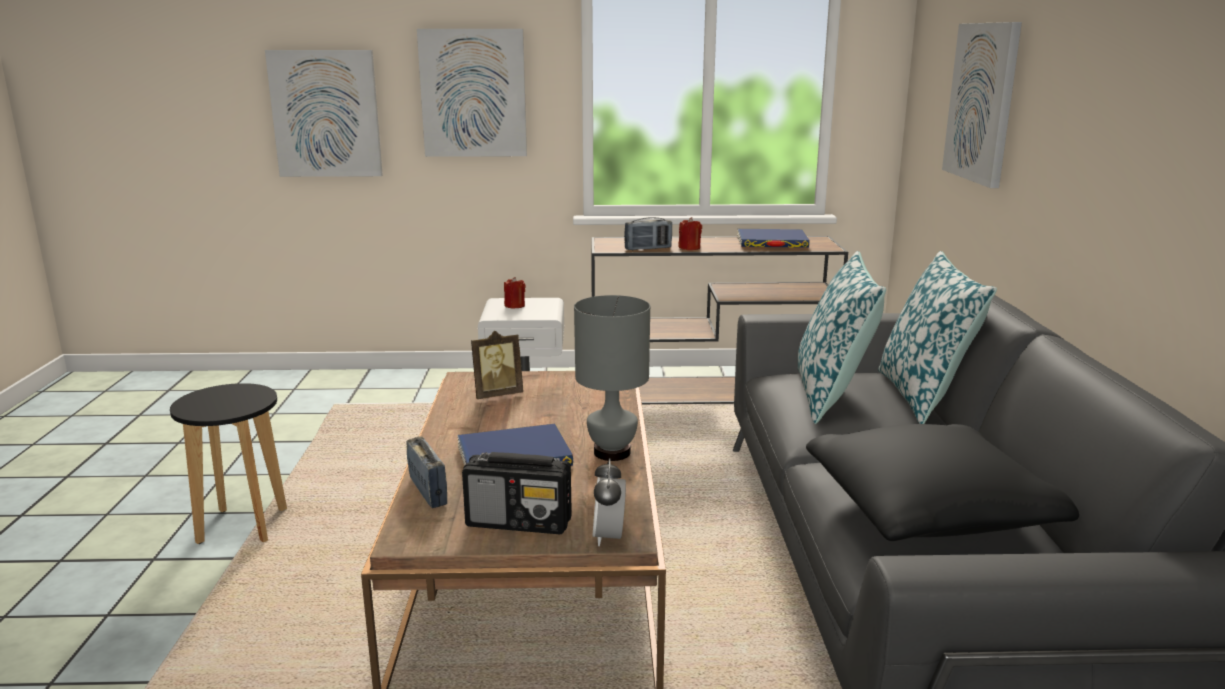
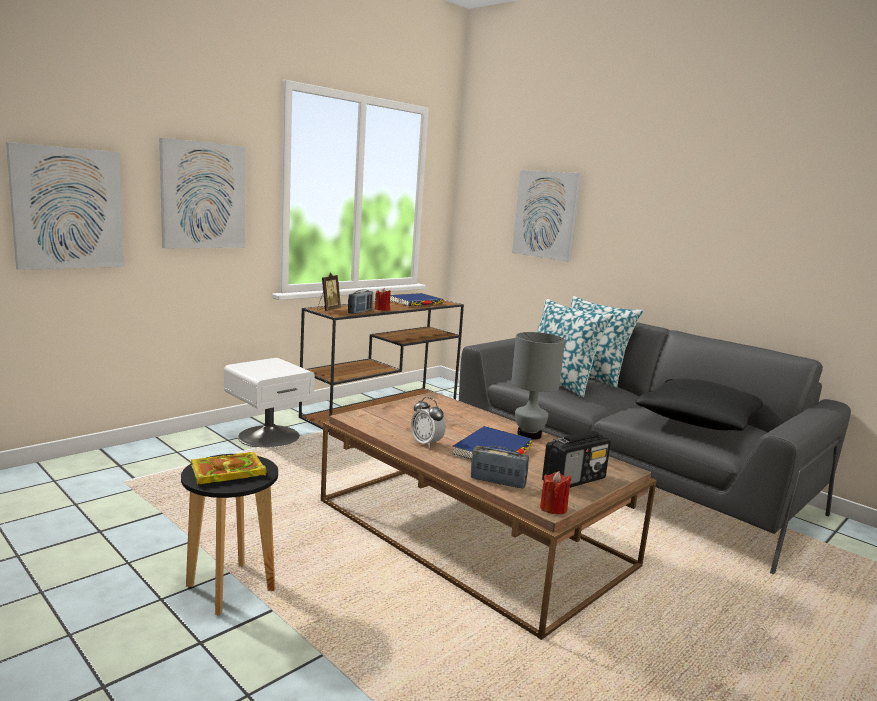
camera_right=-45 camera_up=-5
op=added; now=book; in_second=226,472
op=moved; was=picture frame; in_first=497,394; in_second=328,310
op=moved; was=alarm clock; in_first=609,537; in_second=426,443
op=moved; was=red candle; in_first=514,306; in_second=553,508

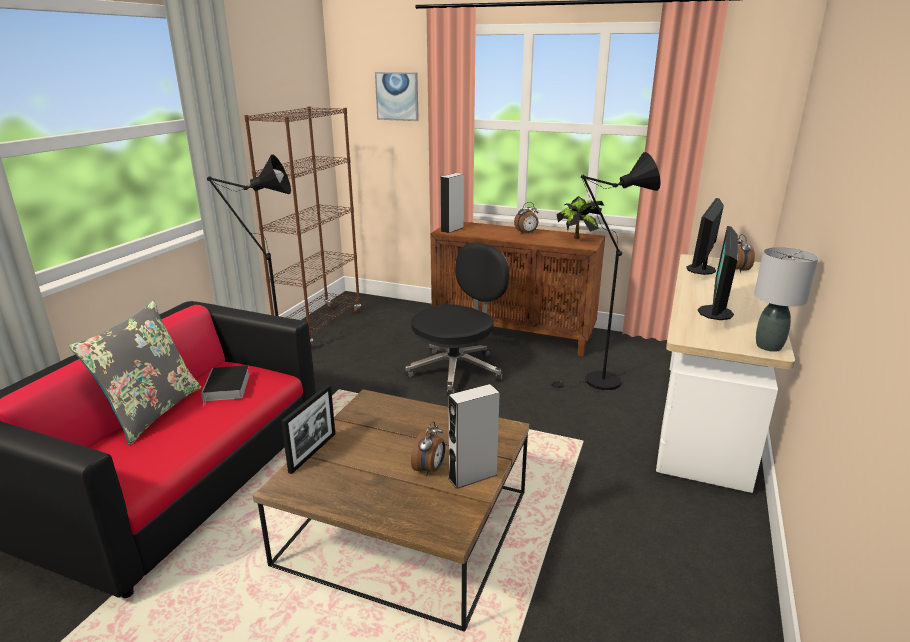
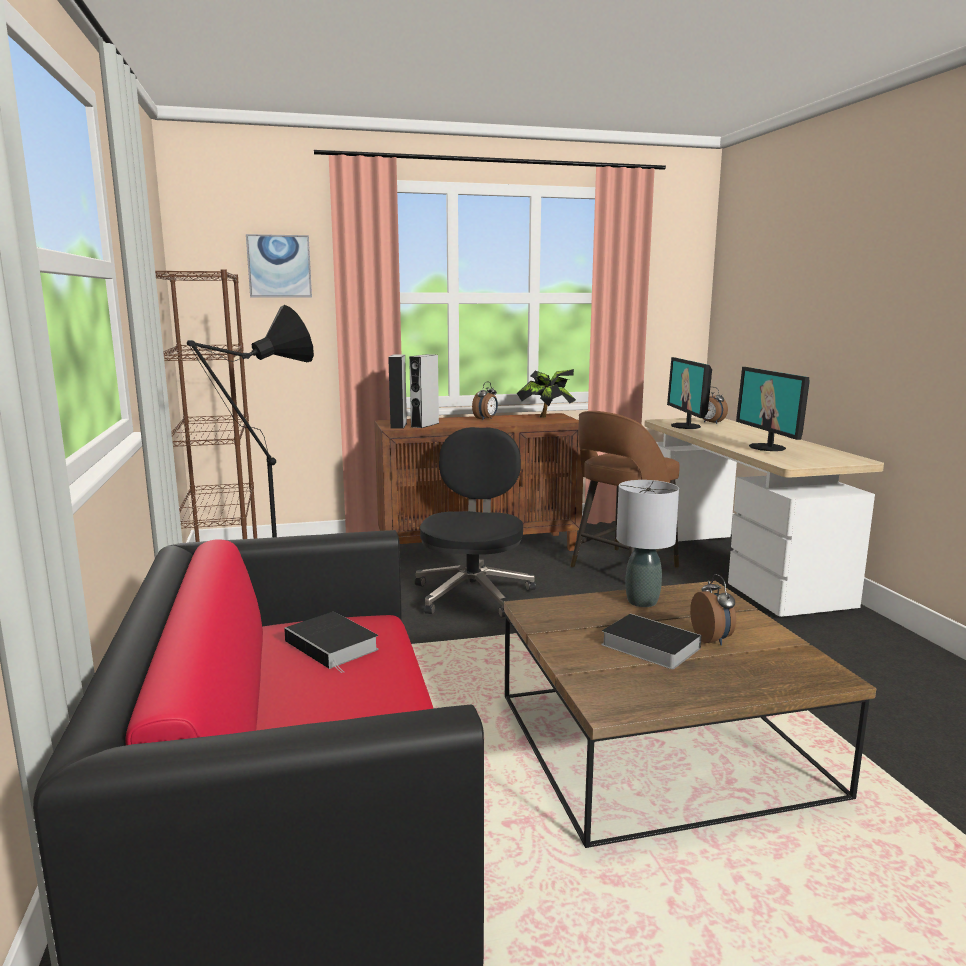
camera_right=-35 camera_up=-10
op=moved; was=grey speaker; in_first=472,476; in_second=425,425
op=replaced; was=black floor lamp; now=brown stool; in_first=596,382; in_second=621,567
op=added; now=book; in_second=647,646
op=moved; was=grey table lamp; in_first=768,346; in_second=641,602
op=removed; was=grey pillow; in_first=152,412
op=removed; was=picture frame; in_first=313,452

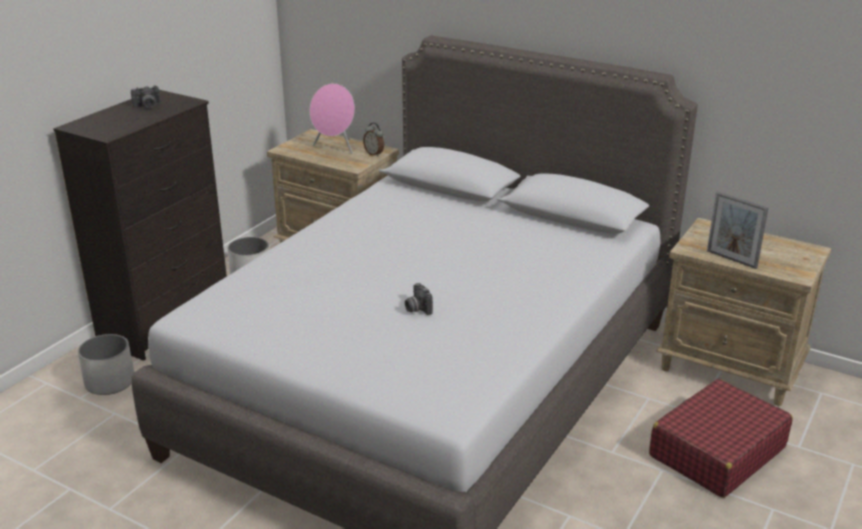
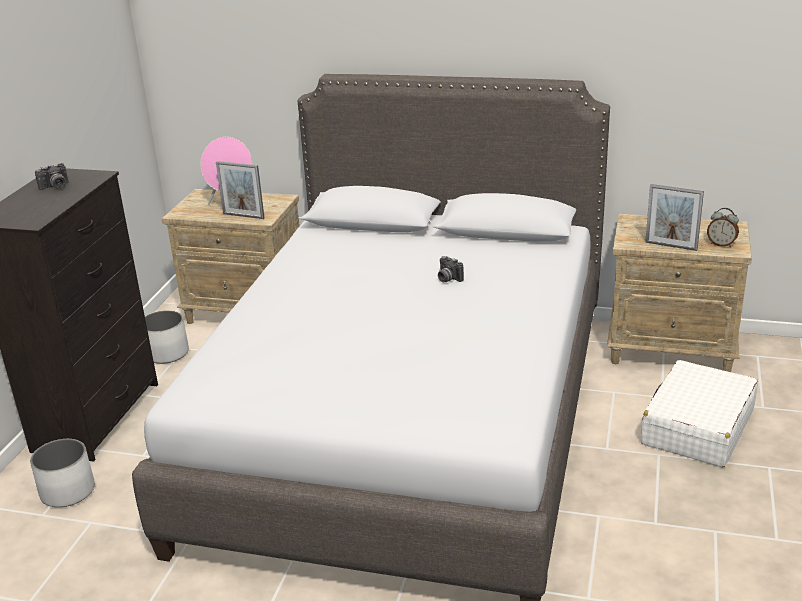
camera_right=-15 camera_up=0
op=added; now=picture frame; in_second=243,216
op=moved; was=photo camera; in_first=417,309; in_second=448,279
op=recoloured; was=red suitcase; now=white suitcase; in_first=716,452; in_second=697,427
op=moved; was=alarm clock; in_first=374,154; in_second=721,244

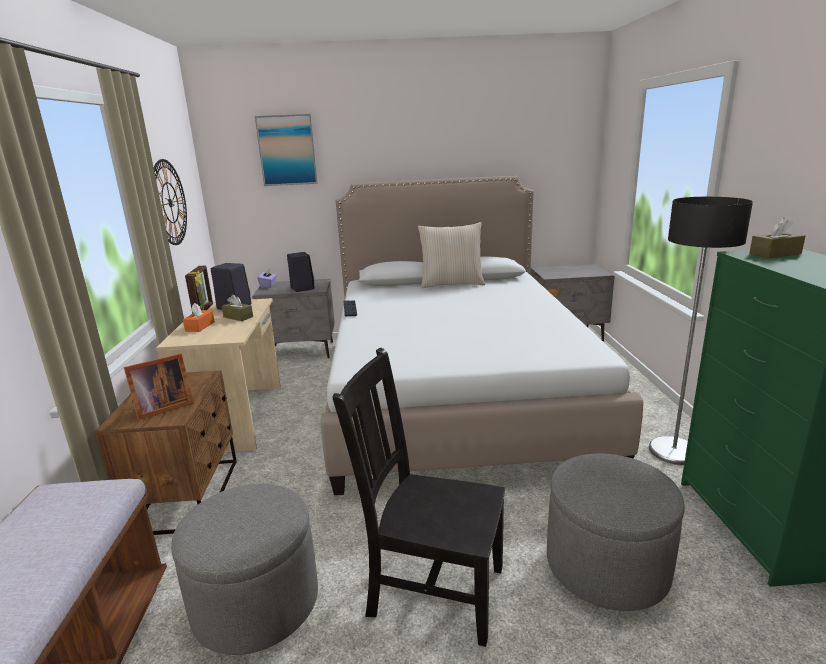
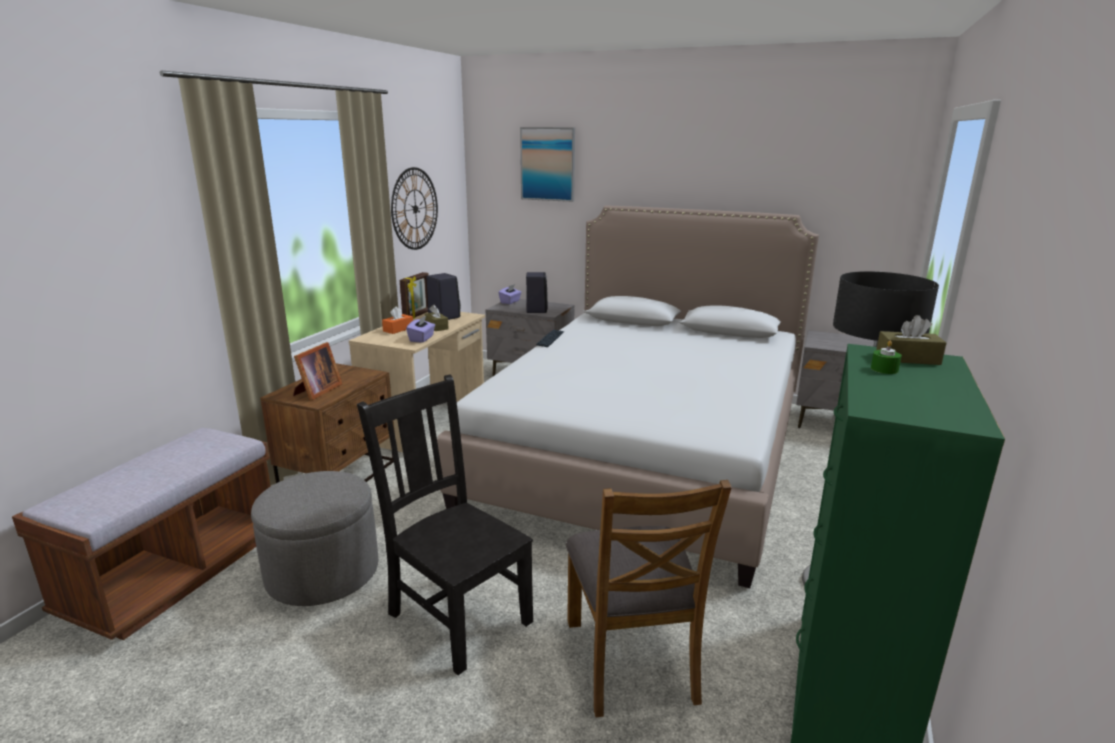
camera_right=25 camera_up=0
op=turned; was=picture frame; in_first=161,408; in_second=317,391; clockwise=-60
op=added; now=purple tissue box; in_second=422,339
op=replaced; was=grey ottoman; now=brown chair; in_first=606,565; in_second=632,659
op=added; now=green candle; in_second=884,369
op=removed; was=beige pillow; in_first=451,284

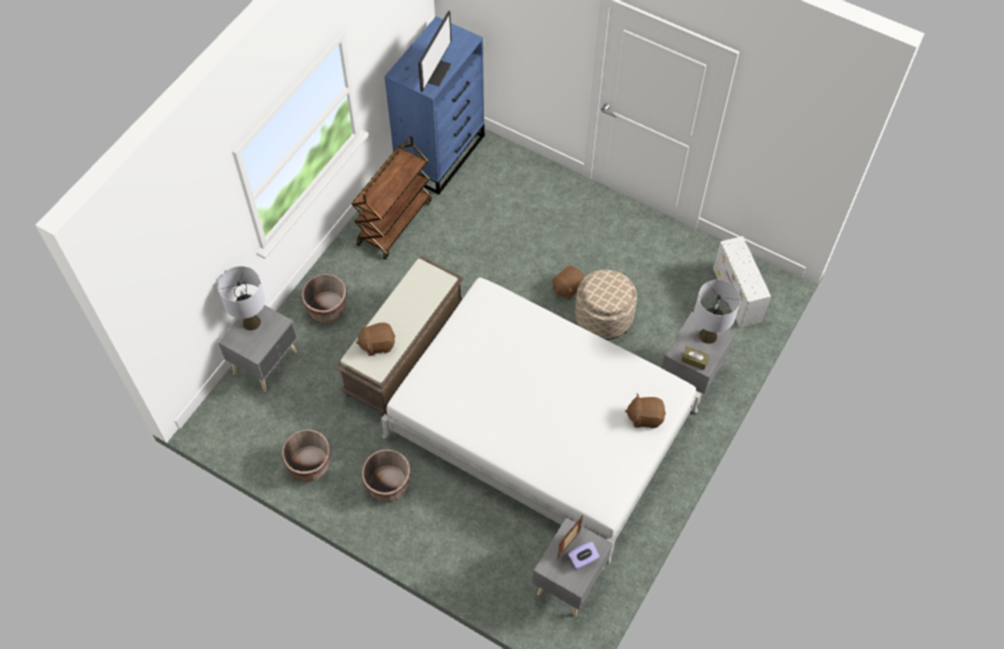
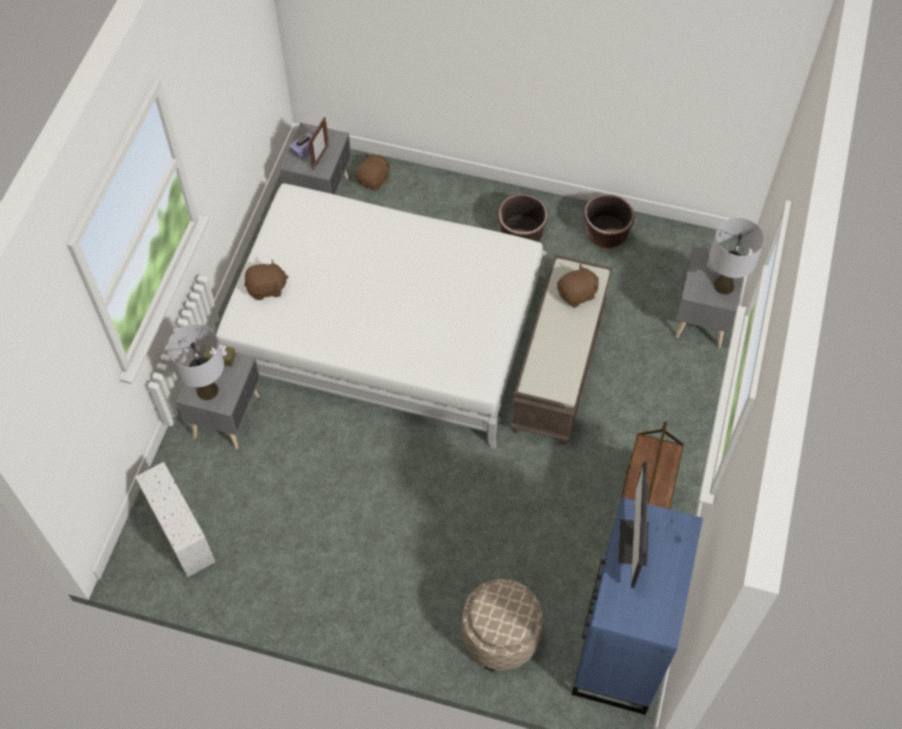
camera_right=165 camera_up=0
op=moved; was=brown plush toy; in_first=567,288; in_second=374,180
op=moved; was=beige ottoman; in_first=603,318; in_second=500,636
op=removed; was=brown planter; in_first=327,308

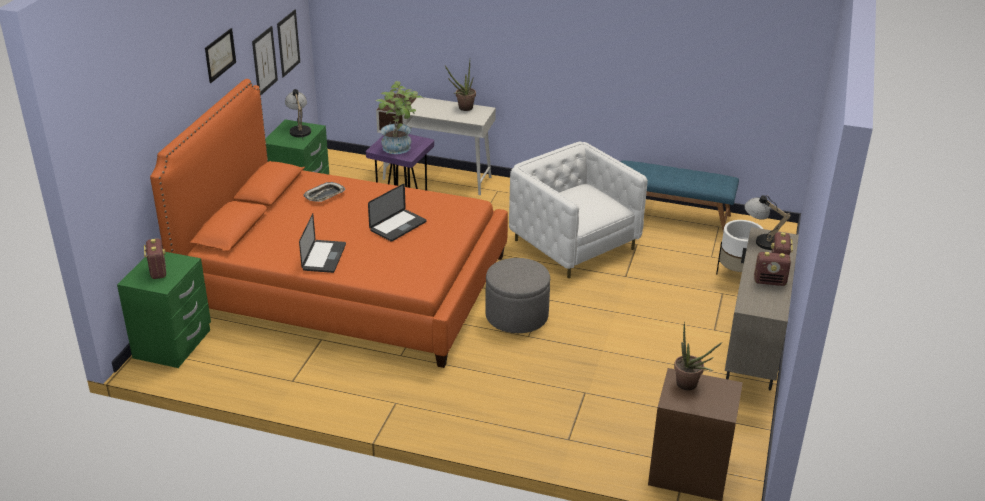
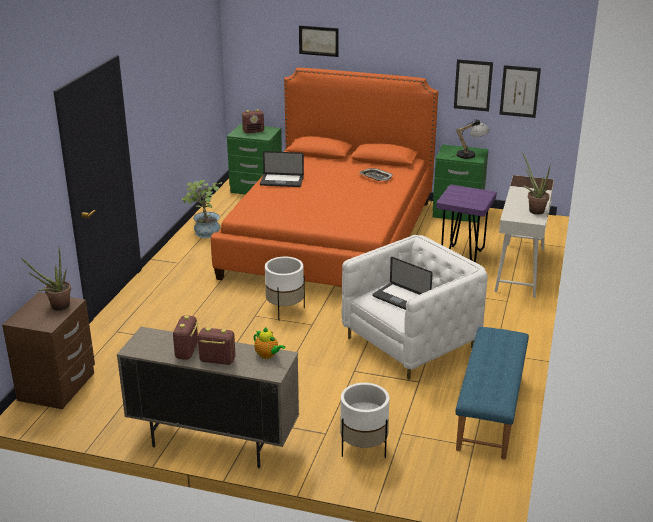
camera_right=90 camera_up=-5
op=moved; was=potted plant; in_first=400,148; in_second=204,234
op=replaced; was=table lamp; now=teapot; in_first=761,240; in_second=268,355
op=replaced; was=grey ottoman; now=white planter; in_first=516,316; in_second=285,310
op=moved; was=picture; in_first=220,55; in_second=318,41
op=moved; was=laptop; in_first=398,226; in_second=401,298

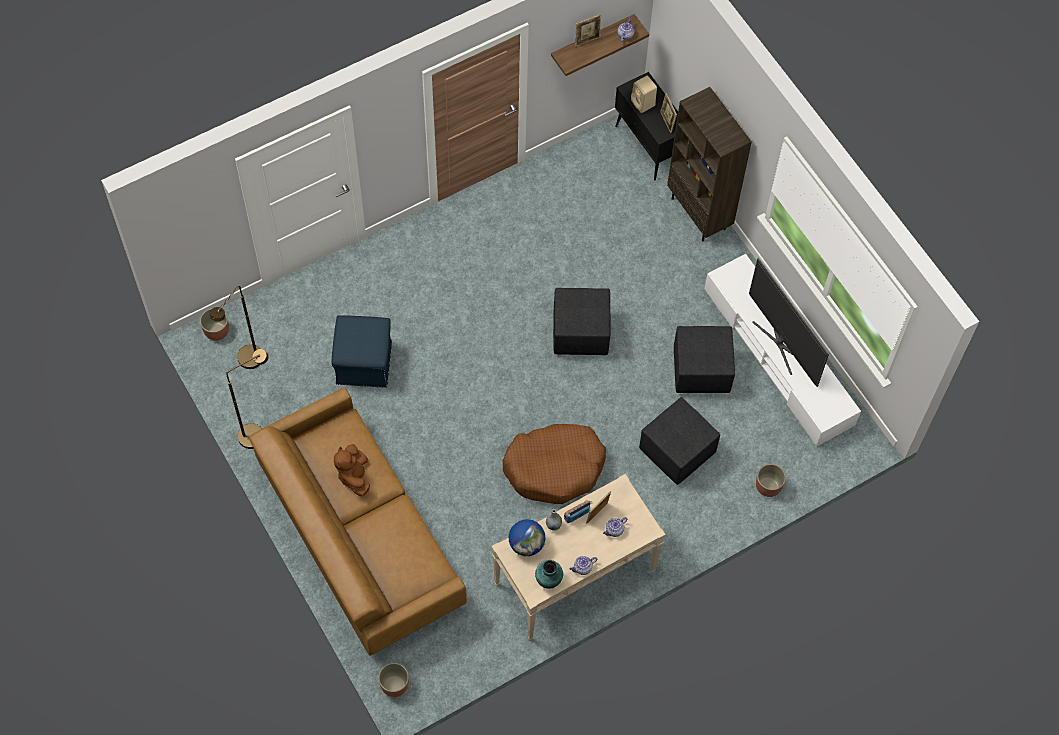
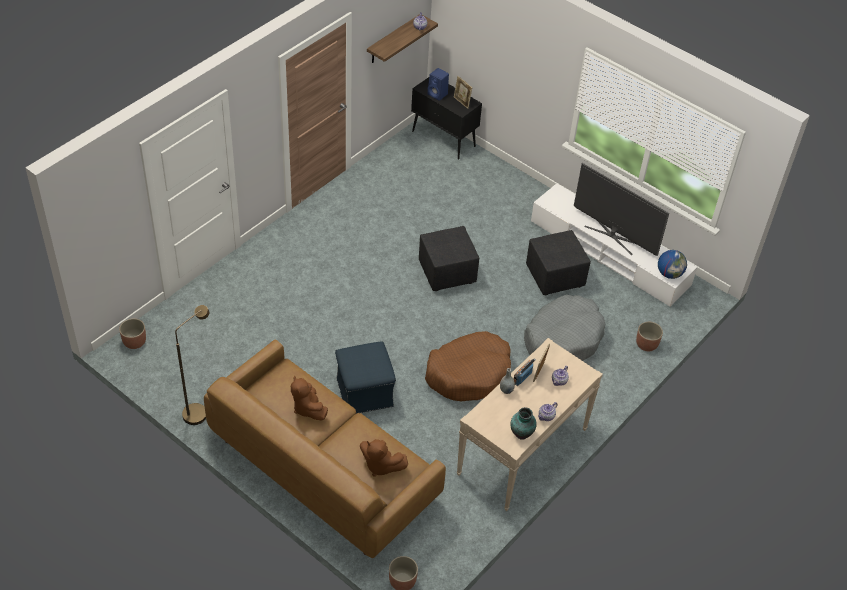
camera_right=-20 camera_up=-15
op=moved; was=blue ottoman; in_first=364,362; in_second=364,392
op=added; now=brown plush toy; in_second=380,465
op=recoloured; was=beige speaker; now=blue speaker; in_first=643,103; in_second=438,94
op=replaced; was=black ottoman; now=grey dog bed; in_first=677,452; in_second=563,338
op=moved; was=globe; in_first=526,544; in_second=669,274
op=removed; was=brown floor lamp; in_first=246,363
op=removed; was=picture frame; in_first=587,40
op=removed; was=brown bookcase; in_first=699,214

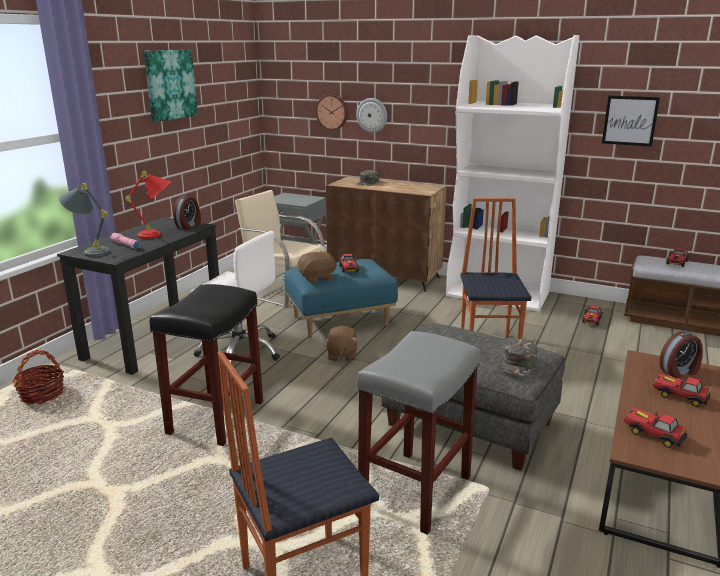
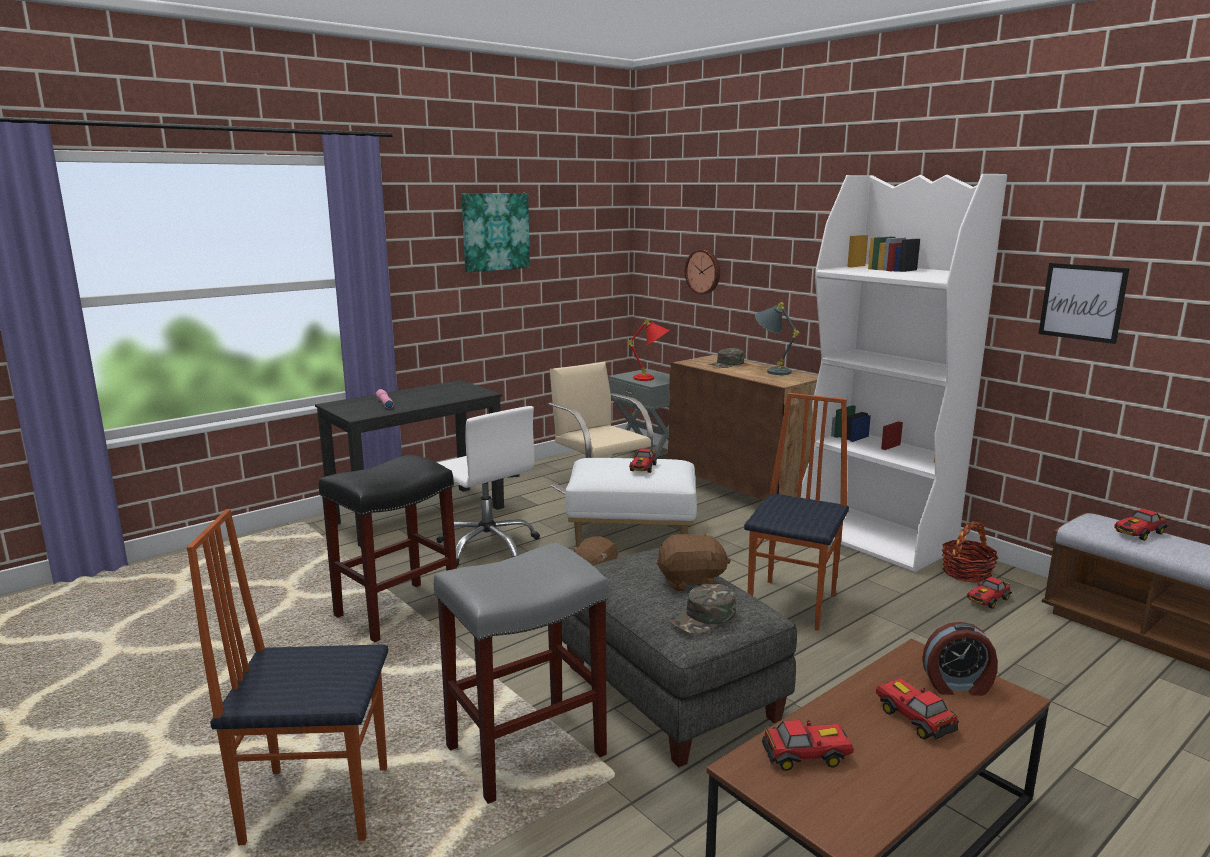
camera_right=25 camera_up=-5
op=recoloured; was=blue ottoman; now=white ottoman; in_first=340,321; in_second=632,534
op=moved; was=red table lamp; in_first=158,235; in_second=651,379
op=moved; was=brown plush toy; in_first=317,278; in_second=691,582
op=moved; was=grey table lamp; in_first=89,252; in_second=771,371
op=turned; was=toy car; in_first=653,434; in_second=806,755; clockwise=105
op=moved; was=basket; in_first=42,394; in_second=966,573
op=removed; was=alarm clock; in_first=189,226
op=removed; was=wall clock; in_first=372,115

